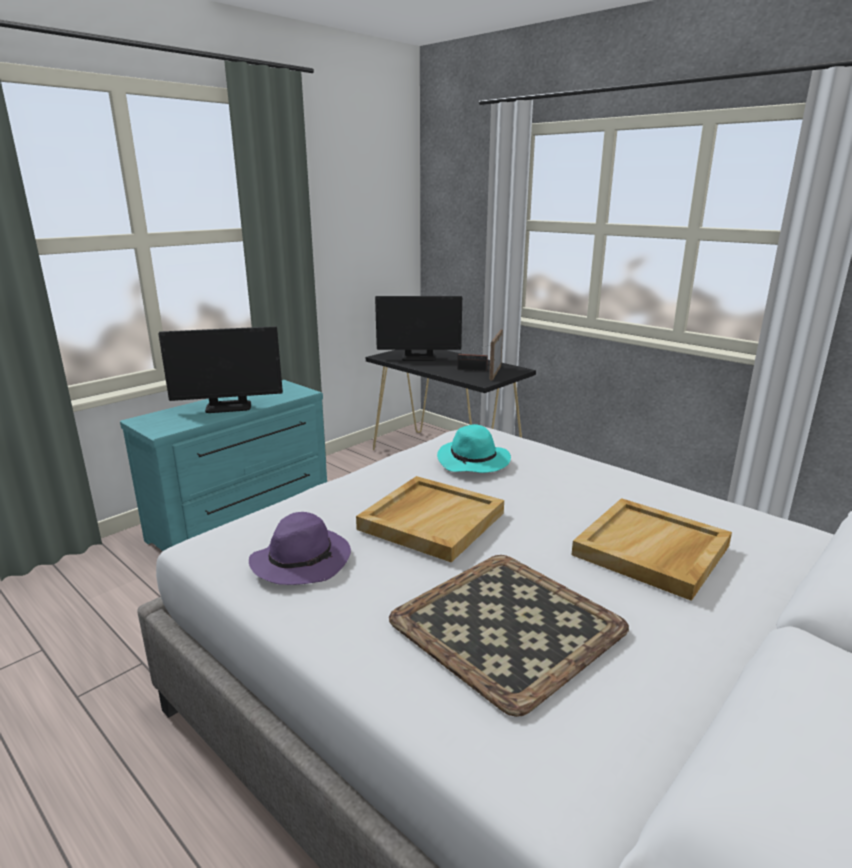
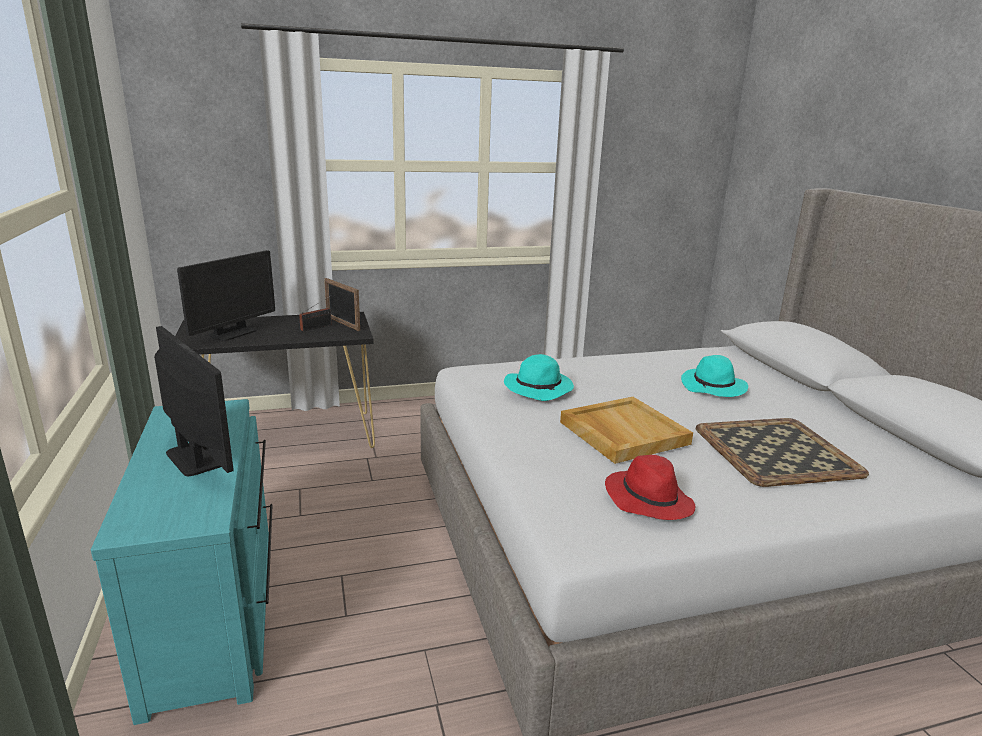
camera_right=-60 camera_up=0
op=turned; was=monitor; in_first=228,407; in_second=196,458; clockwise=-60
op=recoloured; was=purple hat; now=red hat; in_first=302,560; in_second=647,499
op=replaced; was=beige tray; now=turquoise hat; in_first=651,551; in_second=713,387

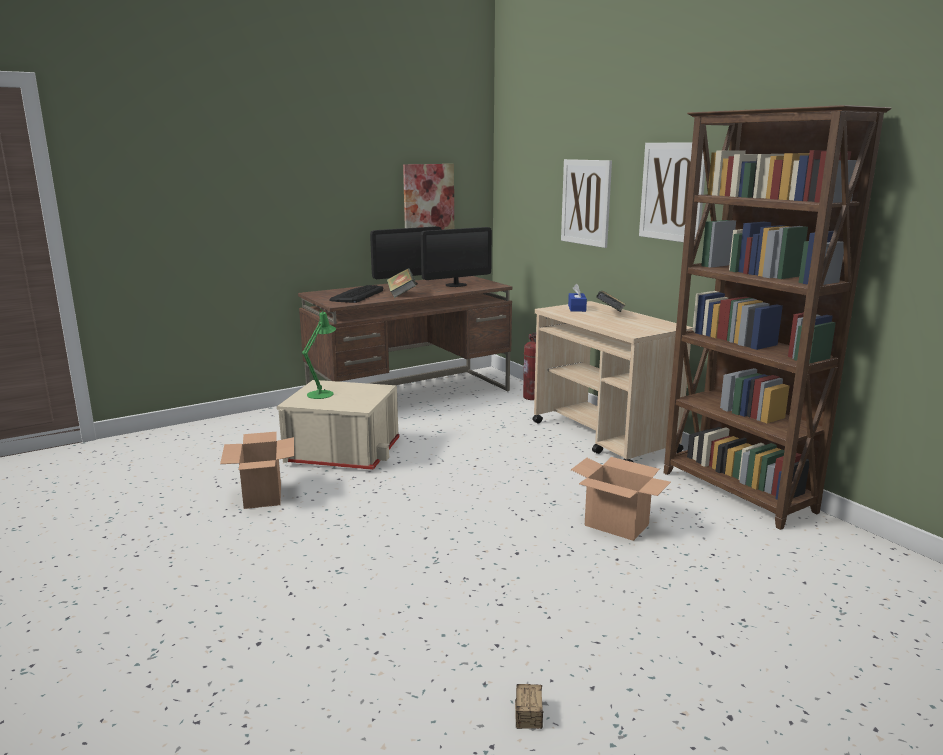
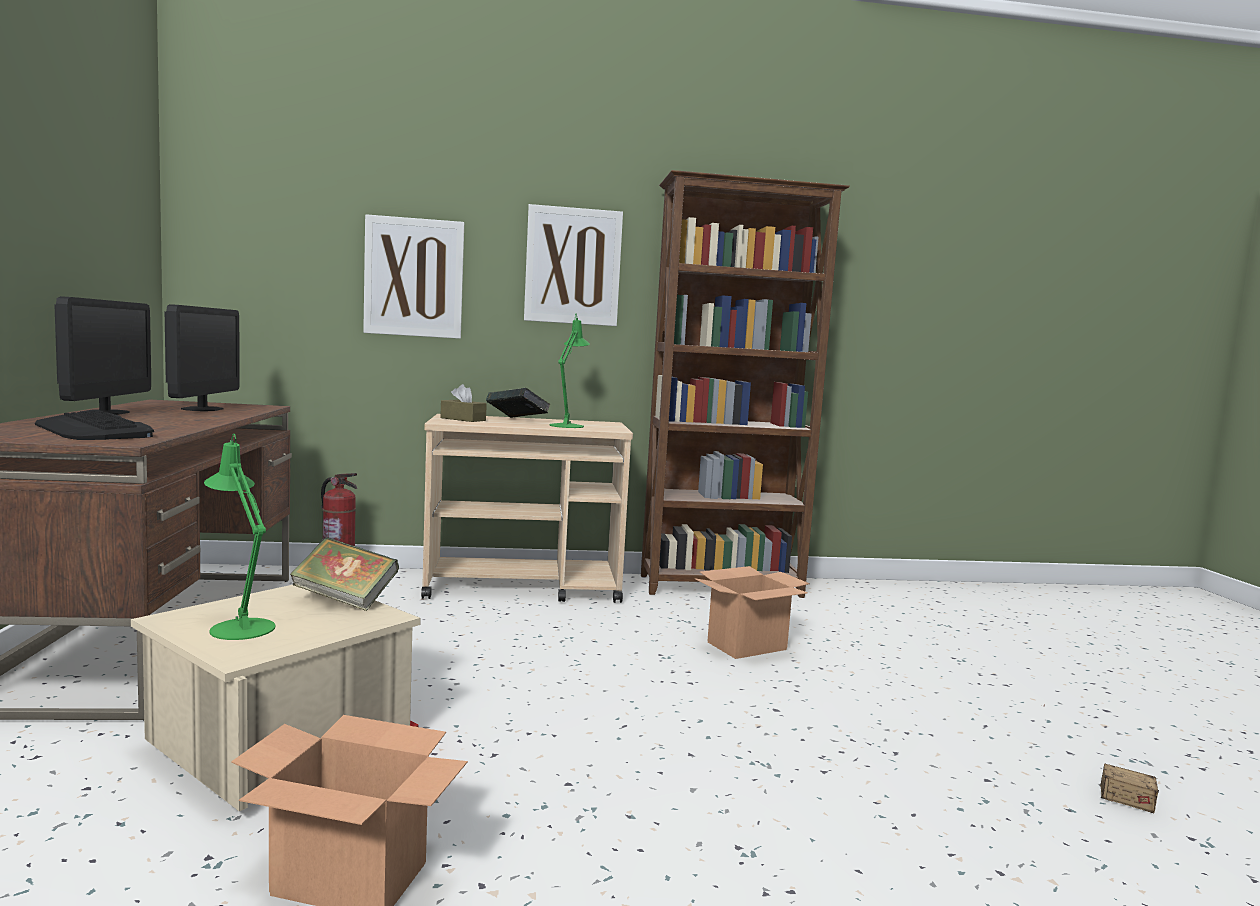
camera_right=-65 camera_up=-10
op=moved; was=book; in_first=401,294; in_second=345,599
op=recoloured; was=blue tissue box; now=brown tissue box; in_first=577,308; in_second=463,419
op=added; now=green table lamp; in_second=568,425
op=removed; was=picture; in_first=428,200

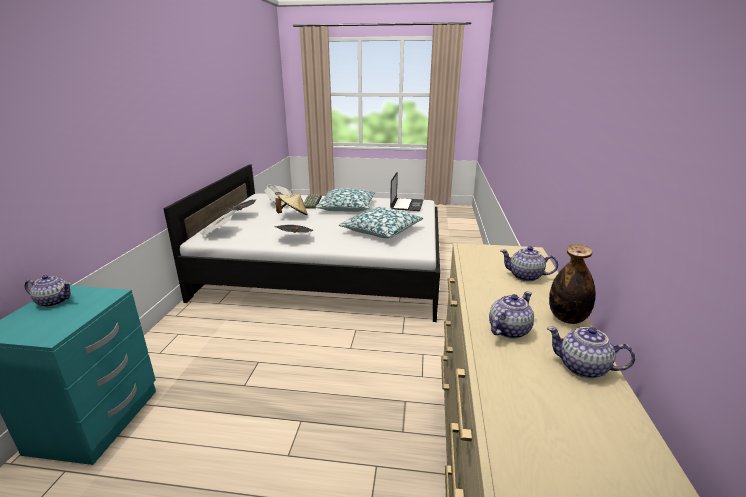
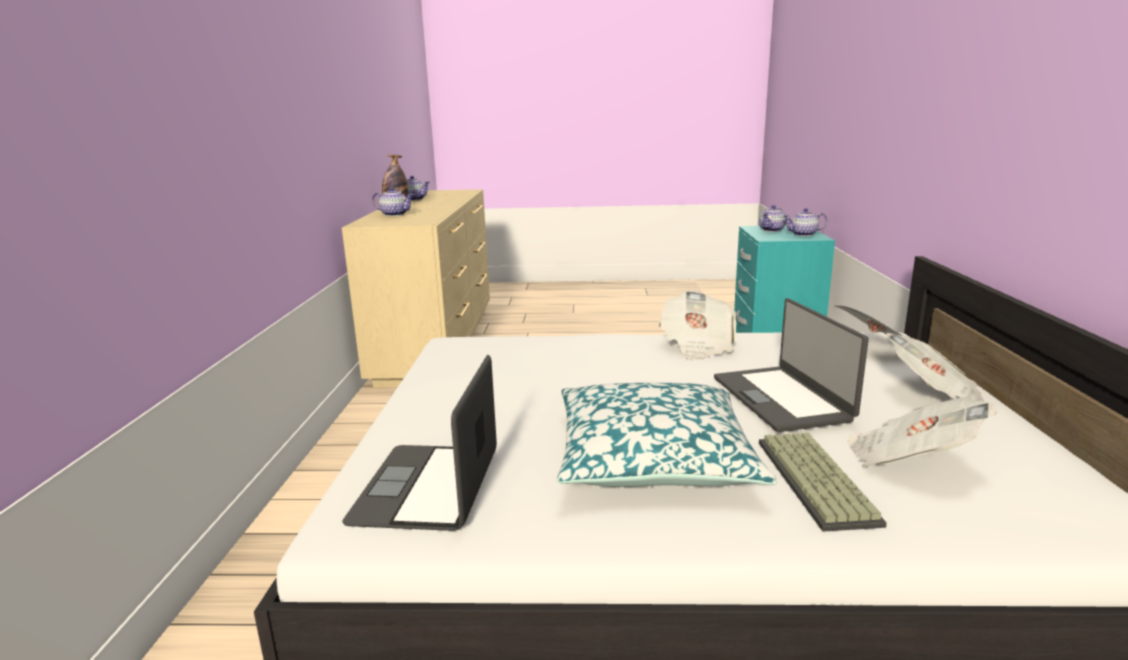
camera_right=175 camera_up=-5
op=replaced; was=beige hat; now=laptop; in_first=293,215; in_second=782,398
op=moved; was=teapot; in_first=508,330; in_second=772,230
op=removed; was=pillow; in_first=381,230

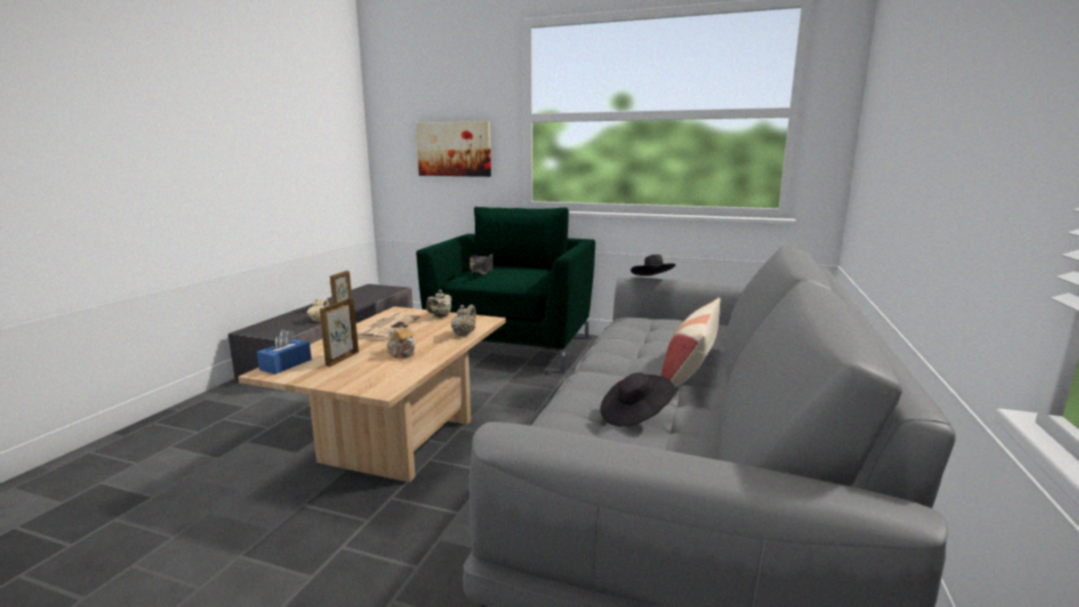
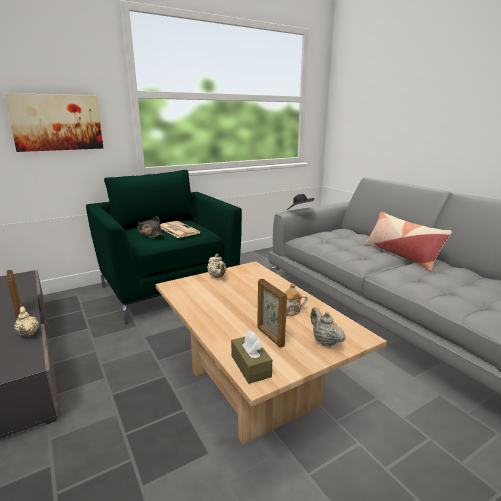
camera_right=-50 camera_up=5
op=moved; was=newspaper; in_first=387,327; in_second=177,230
op=recoloured; was=blue tissue box; now=brown tissue box; in_first=286,364; in_second=250,366
op=moved; was=beige teapot; in_first=464,334; in_second=324,341
op=removed; was=black hat; in_first=635,415

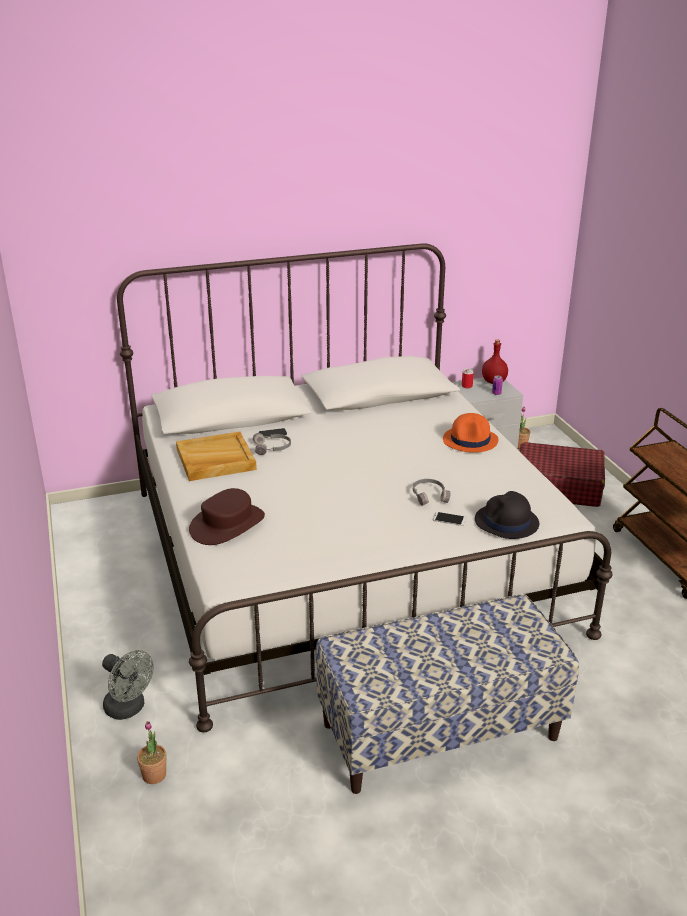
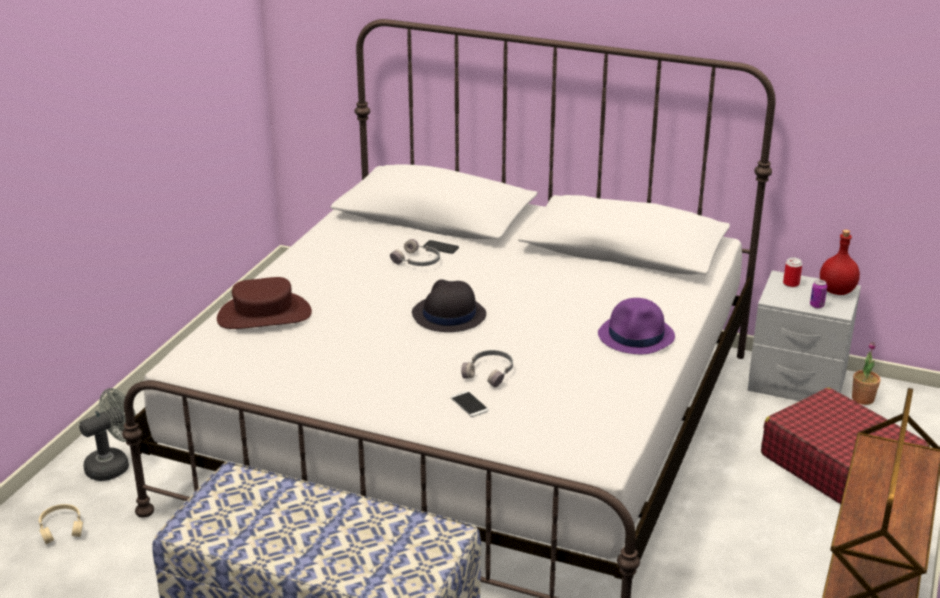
camera_right=40 camera_up=0
op=replaced; was=potted plant; now=beige headphones; in_first=154,775; in_second=62,528
op=turned; was=grey fan; in_first=129,709; in_second=114,465; clockwise=-120
op=moved; was=black hat; in_first=506,522; in_second=448,315
op=recoloured; was=orange hat; now=purple hat; in_first=470,440; in_second=636,336
op=removed; was=beige tray; in_first=215,459

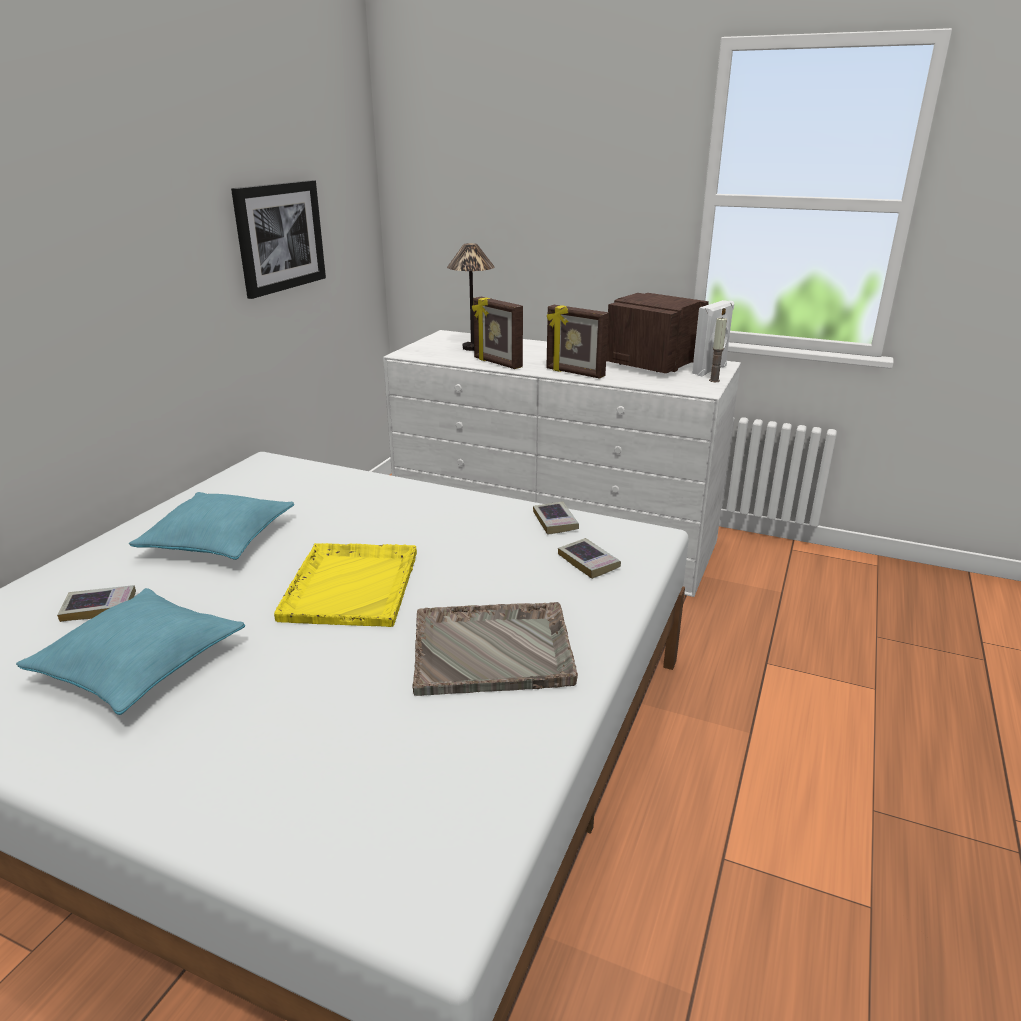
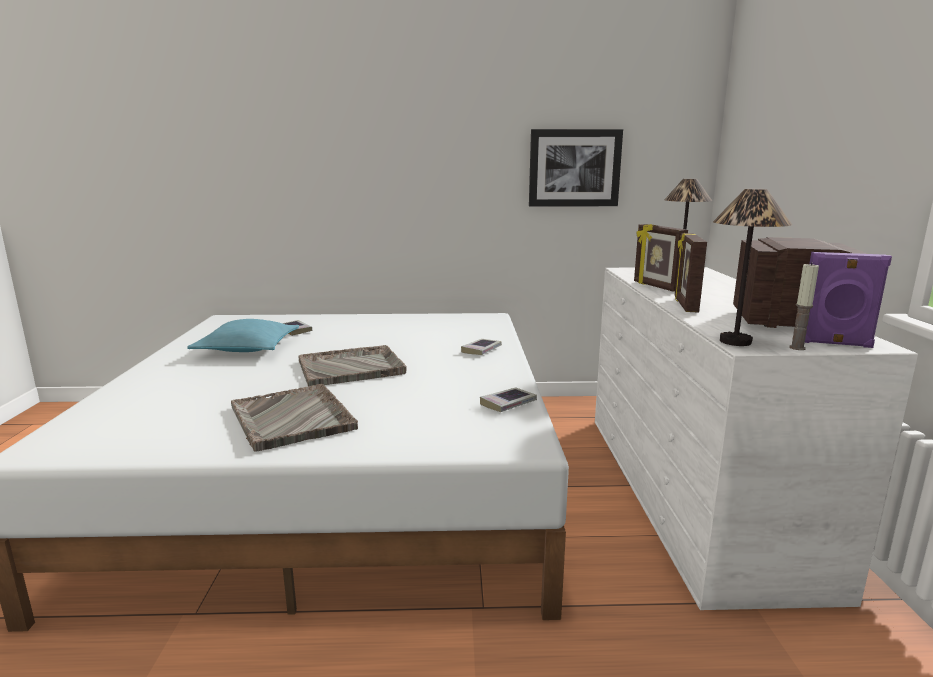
camera_right=65 camera_up=-10
op=recoloured; was=yellow tray; now=grey tray; in_first=352,585; in_second=352,367
op=moved; was=book; in_first=588,562; in_second=481,350
op=turned; was=picture frame; in_first=497,363; in_second=655,286; clockwise=-45
op=added; now=table lamp; in_second=736,342
op=recoloured; was=white speaker; now=purple speaker; in_first=710,370; in_second=834,343
op=removed; was=turquoise pillow; in_first=218,539

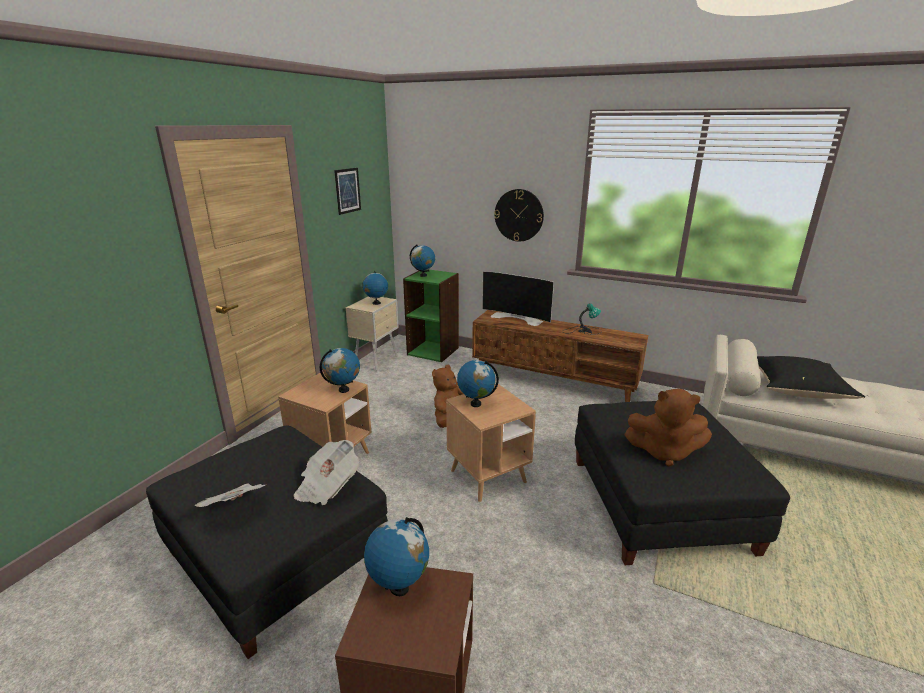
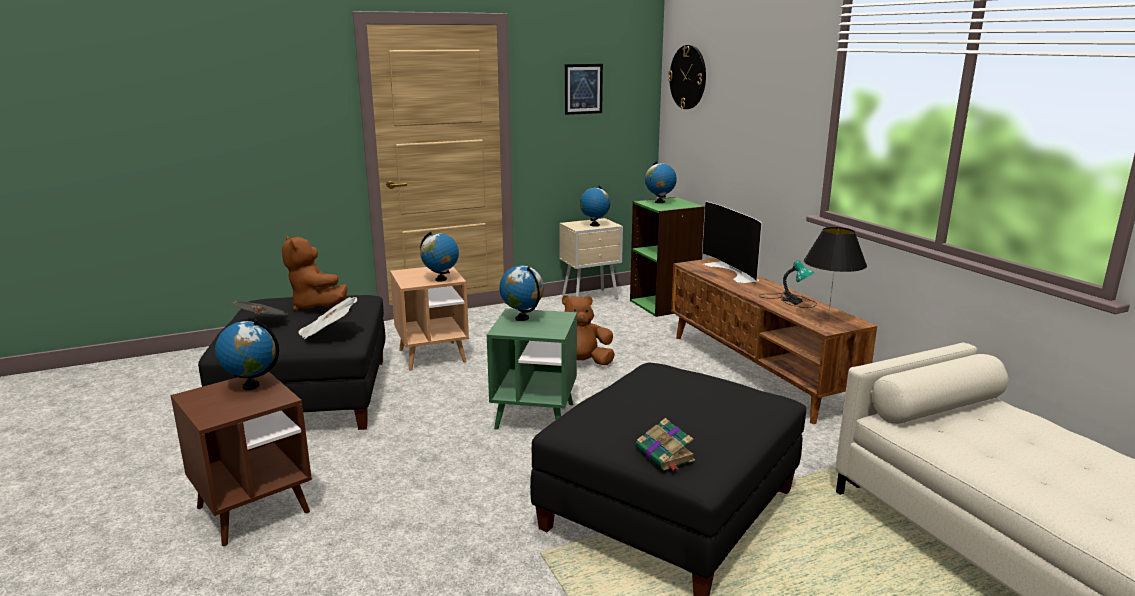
camera_right=40 camera_up=-5
op=moved; was=brown plush toy; in_first=664,452; in_second=316,306
op=recoloured; was=brown side table; now=green side table; in_first=488,476; in_second=535,416
op=added; now=book; in_second=665,455
op=moved; was=wall clock; in_first=519,215; in_second=688,77
op=added; now=black table lamp; in_second=827,322
op=removed; was=black pillow; in_first=797,390

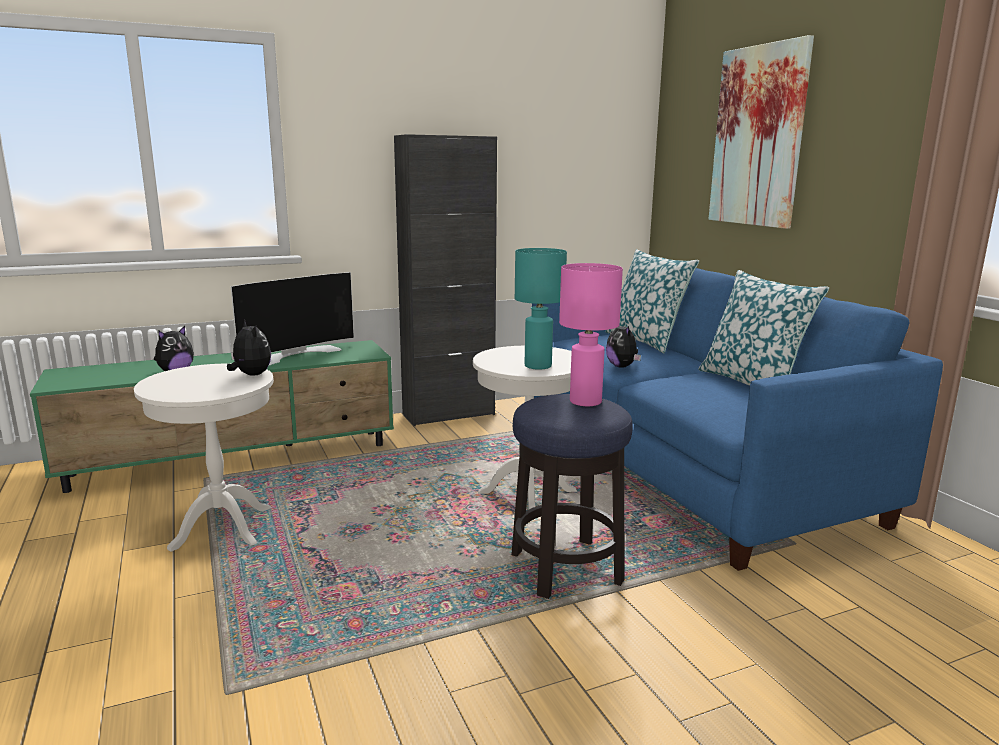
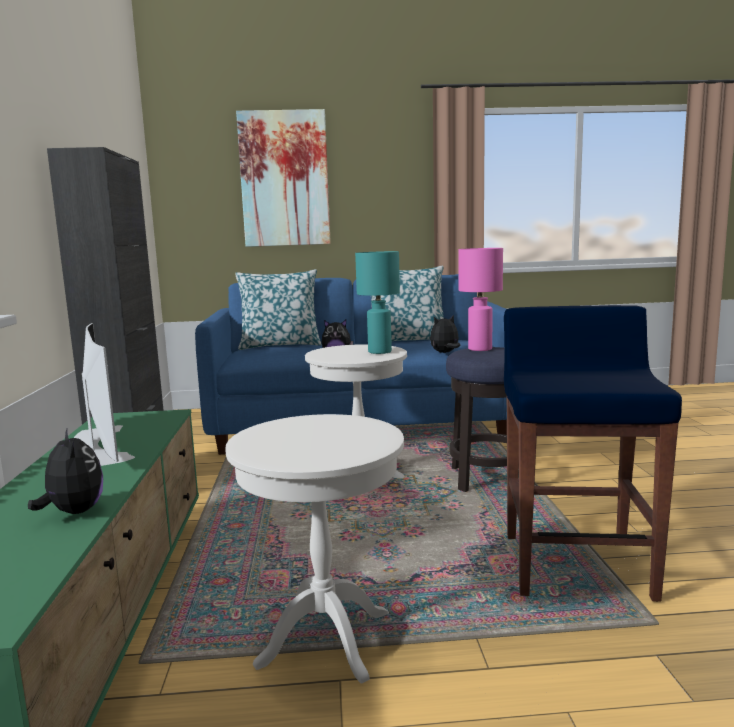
camera_right=-70 camera_up=-5
op=moved; was=plush toy; in_first=251,375; in_second=445,353
op=added; now=blue stool; in_second=576,564

